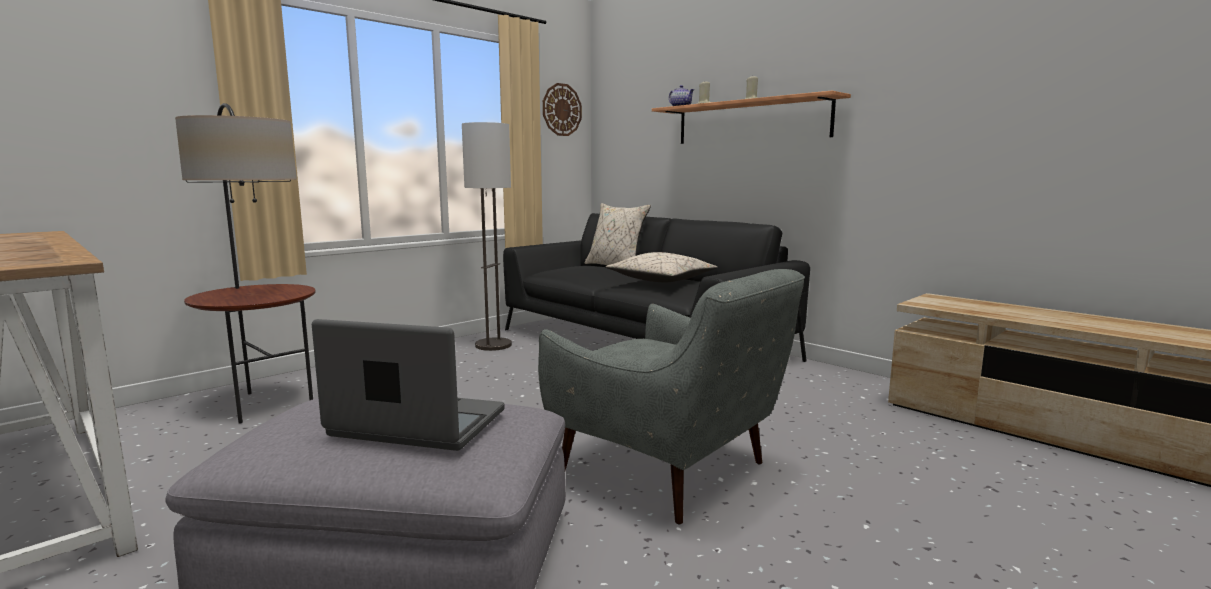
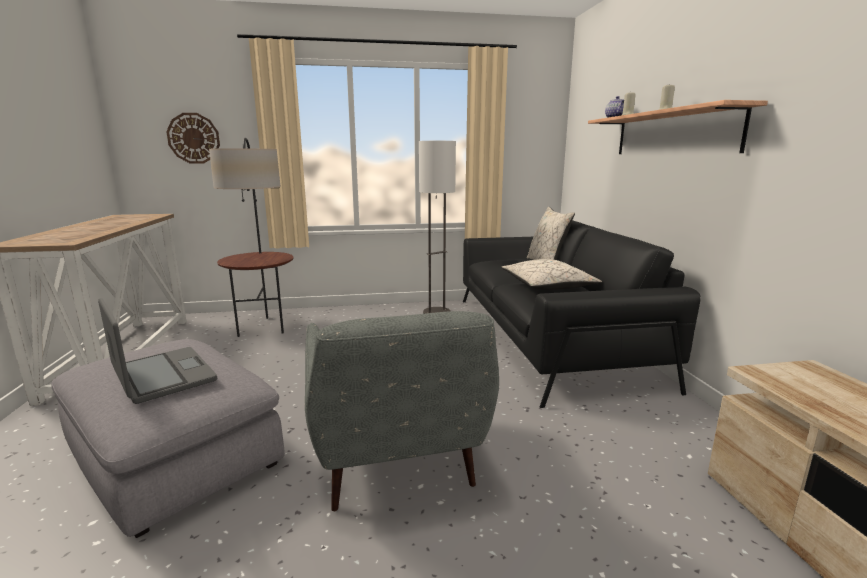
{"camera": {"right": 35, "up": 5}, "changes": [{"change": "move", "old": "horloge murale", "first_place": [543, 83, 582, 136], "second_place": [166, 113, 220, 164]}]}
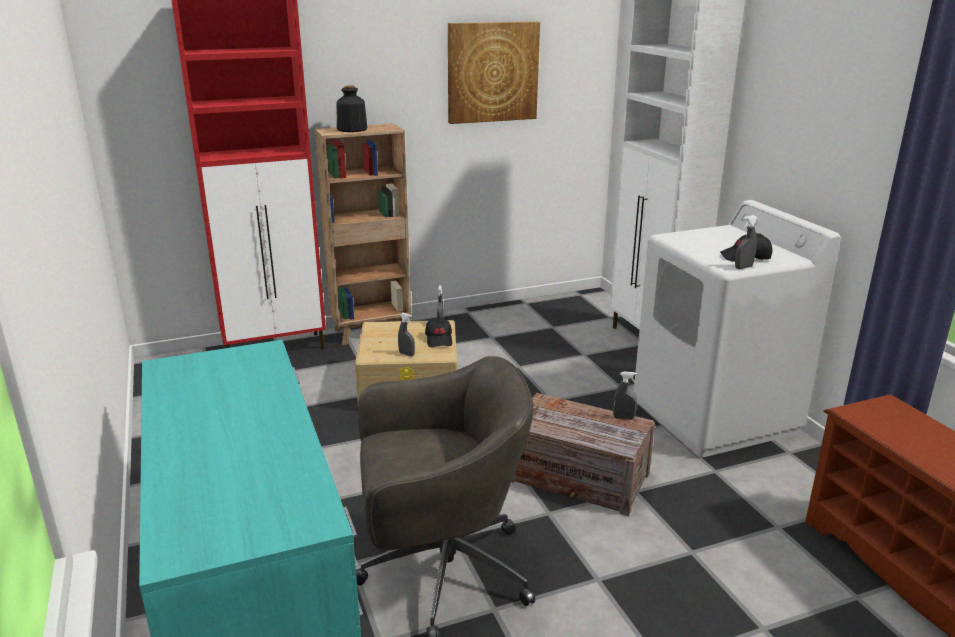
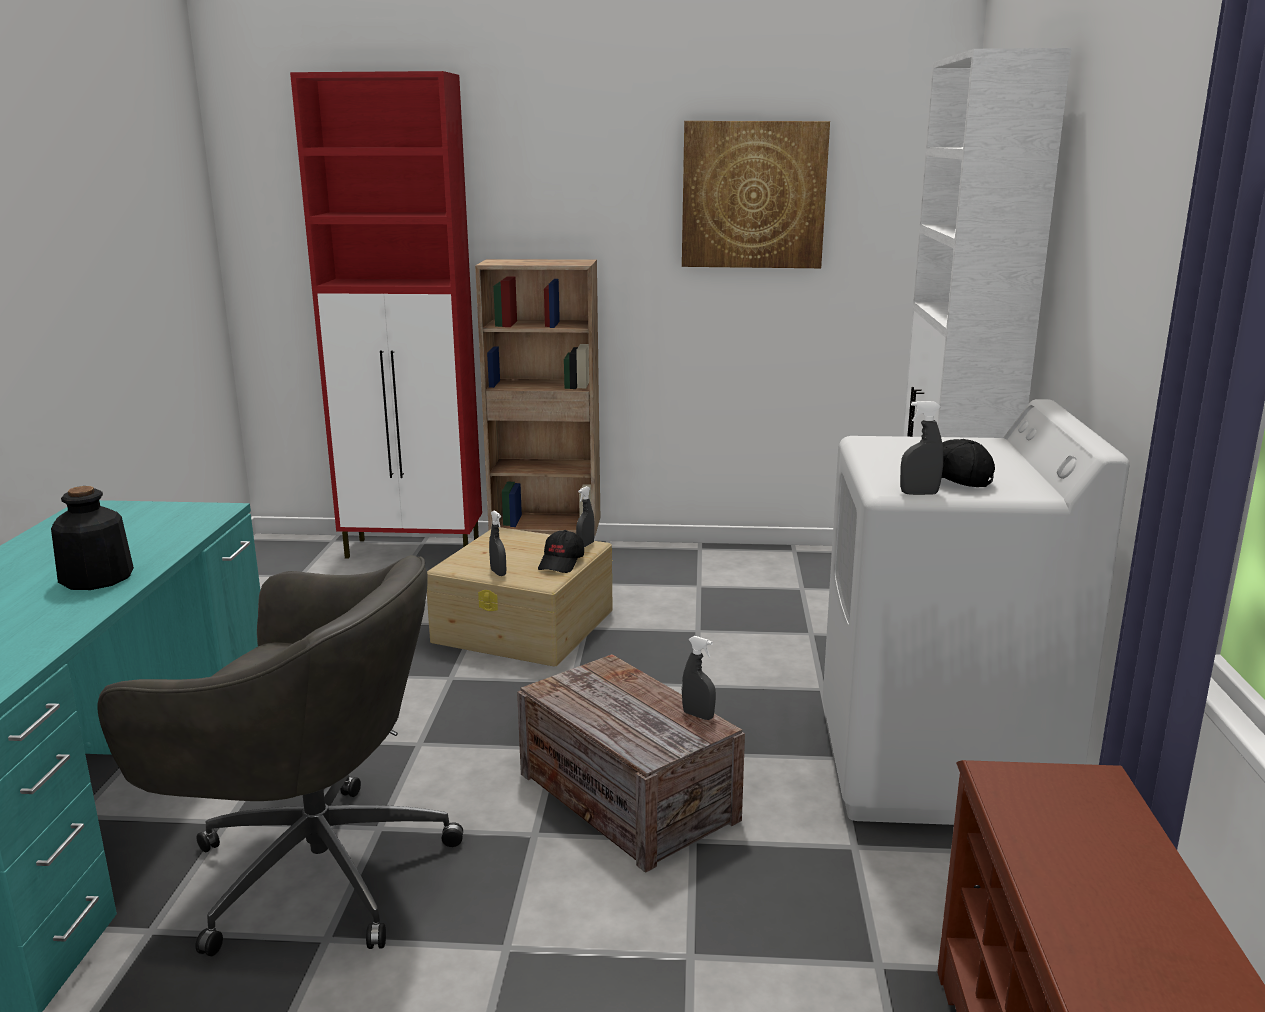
{"camera": {"right": 25, "up": -5}, "changes": [{"change": "move", "old": "bouteille", "first_place": [336, 86, 367, 132], "second_place": [51, 486, 134, 590]}]}
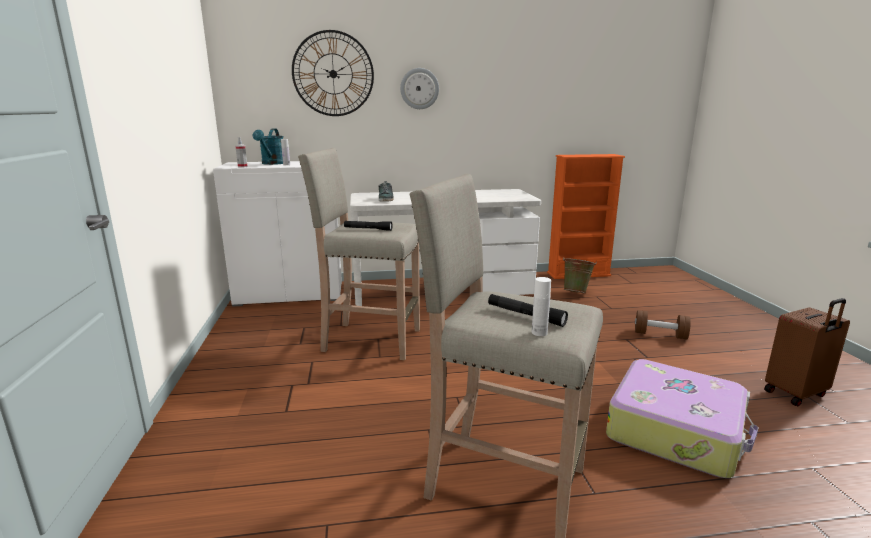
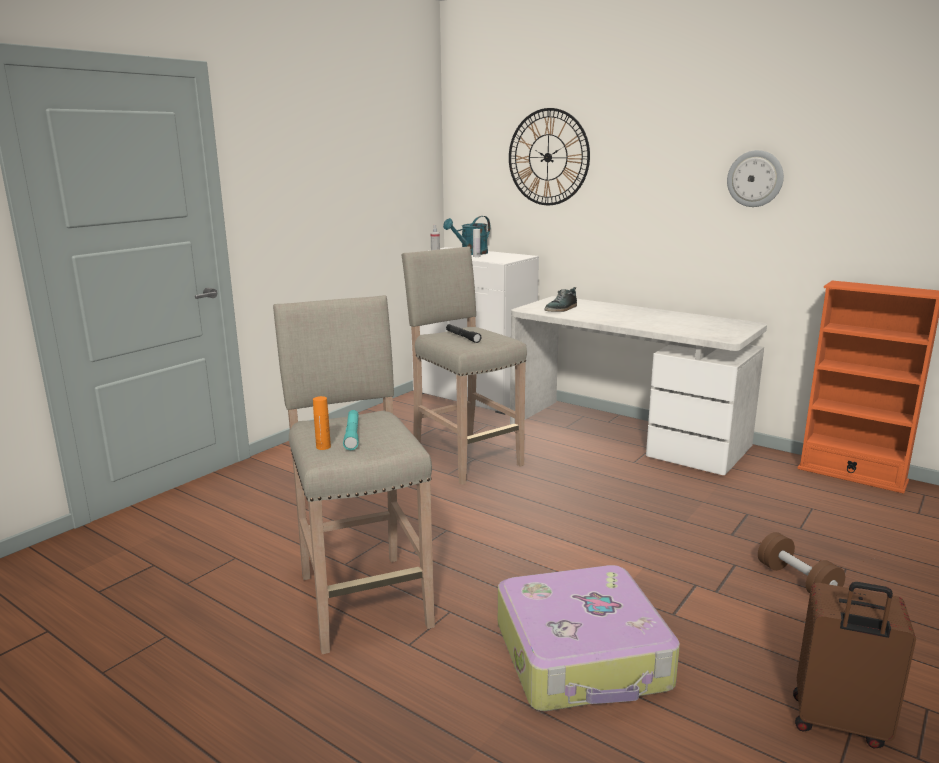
{"camera": {"right": 45, "up": 0}, "changes": [{"change": "recolor", "old": "bouteille [blanc]", "new": "bouteille [orange]", "first_place": [532, 277, 551, 336], "second_place": [313, 396, 331, 450]}, {"change": "recolor", "old": "lampe de poche [noir]", "new": "lampe de poche [turquoise]", "first_place": [488, 294, 568, 327], "second_place": [343, 410, 359, 450]}, {"change": "move", "old": "horloge murale", "first_place": [400, 68, 439, 109], "second_place": [727, 150, 784, 207]}, {"change": "delete", "old": "seau [vert]", "first_place": [563, 258, 597, 293]}]}
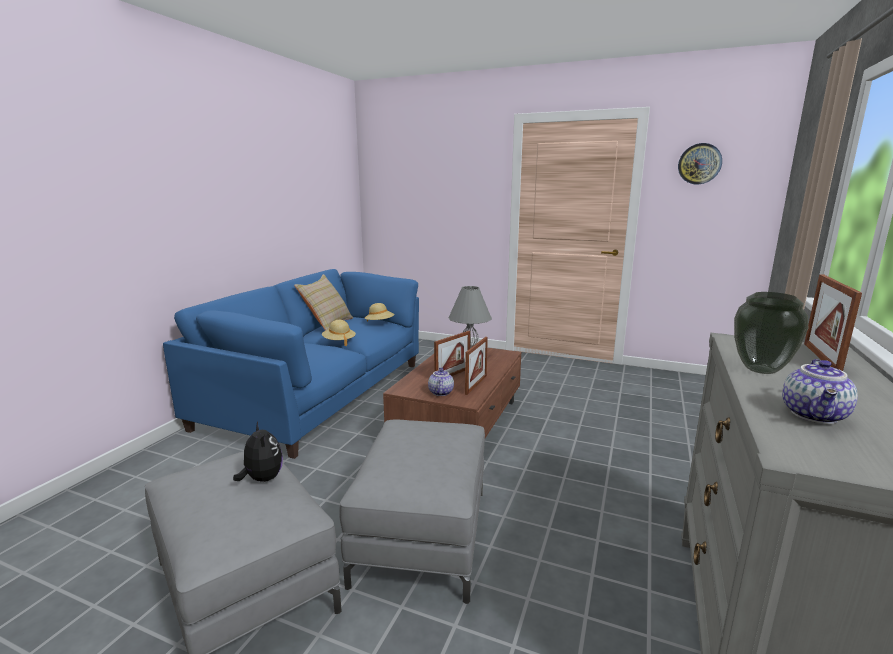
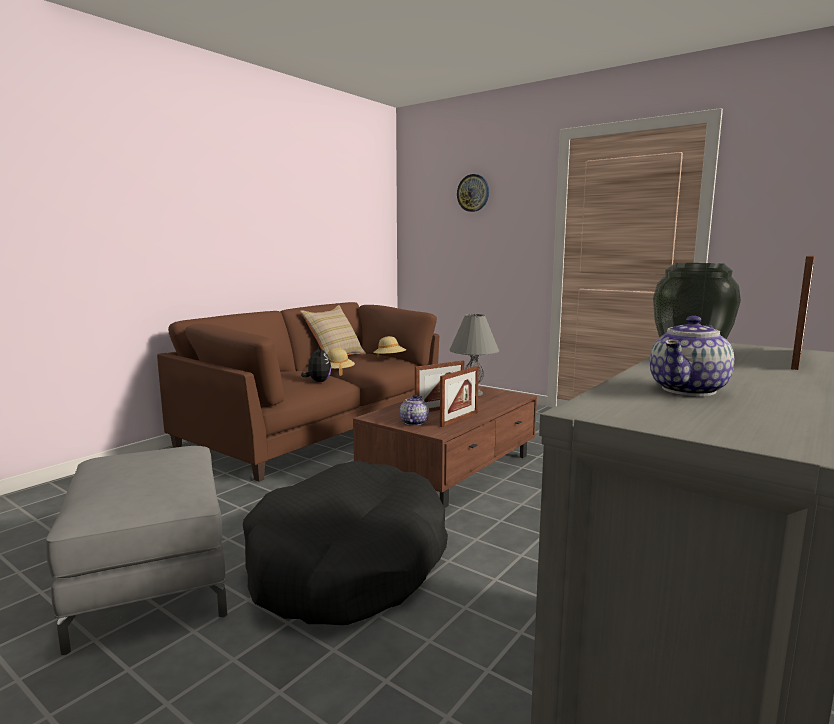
{"camera": {"right": 15, "up": -5}, "changes": [{"change": "recolor", "old": "canapé [bleu]", "new": "canapé [marron]", "first_place": [163, 269, 419, 459], "second_place": [157, 302, 439, 482]}, {"change": "replace", "old": "pouf [gris]", "new": "panier pour chien [noir]", "first_place": [339, 419, 485, 604], "second_place": [243, 461, 448, 625]}, {"change": "move", "old": "peluche", "first_place": [233, 422, 283, 482], "second_place": [301, 346, 331, 382]}, {"change": "move", "old": "horloge murale", "first_place": [678, 143, 722, 184], "second_place": [457, 174, 489, 212]}]}
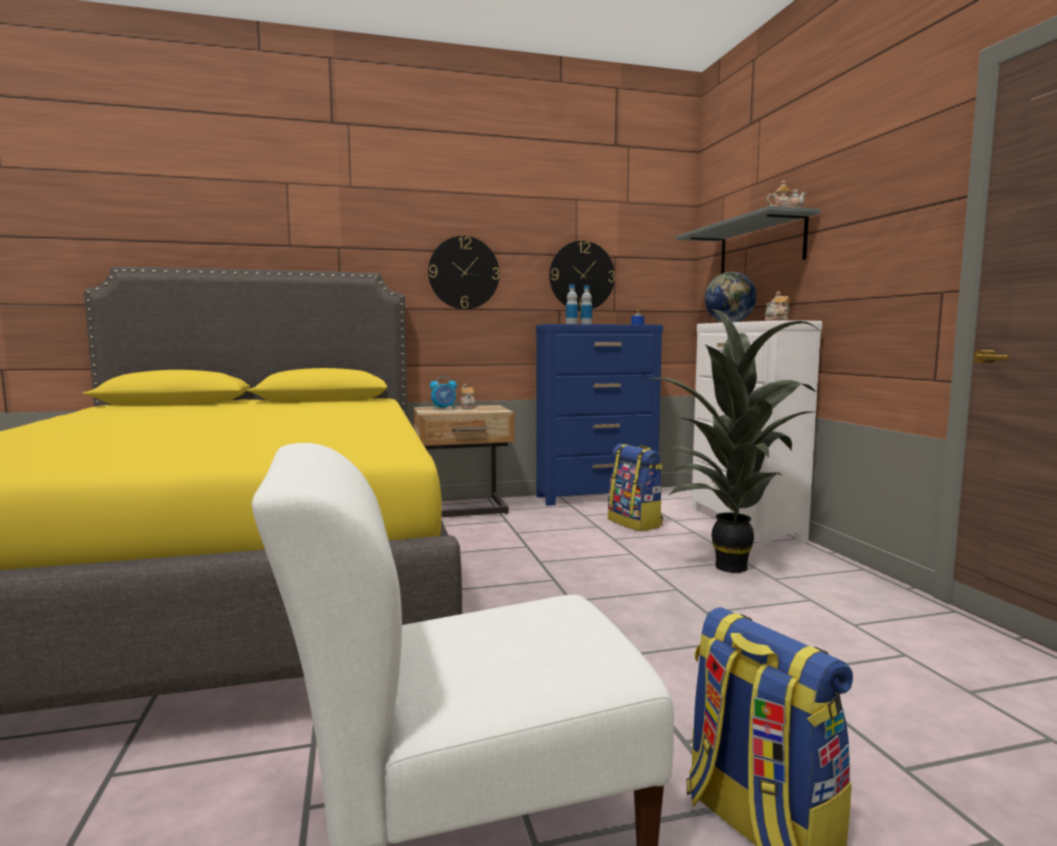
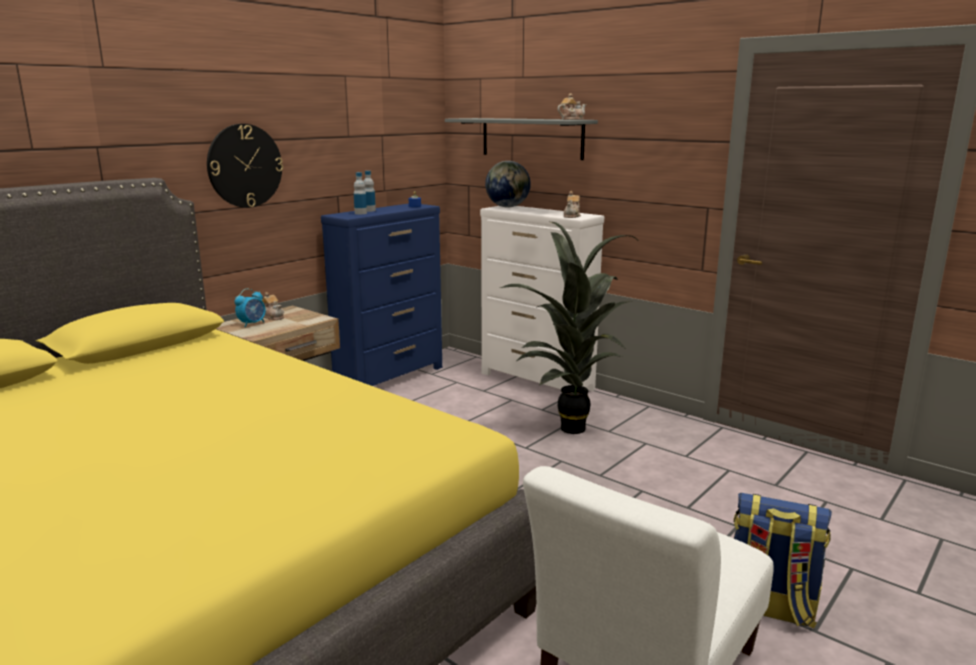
{"camera": {"right": -35, "up": 10}, "changes": [{"change": "delete", "old": "horloge murale", "first_place": [549, 241, 615, 311]}, {"change": "delete", "old": "sac à dos", "first_place": [608, 444, 663, 531]}]}
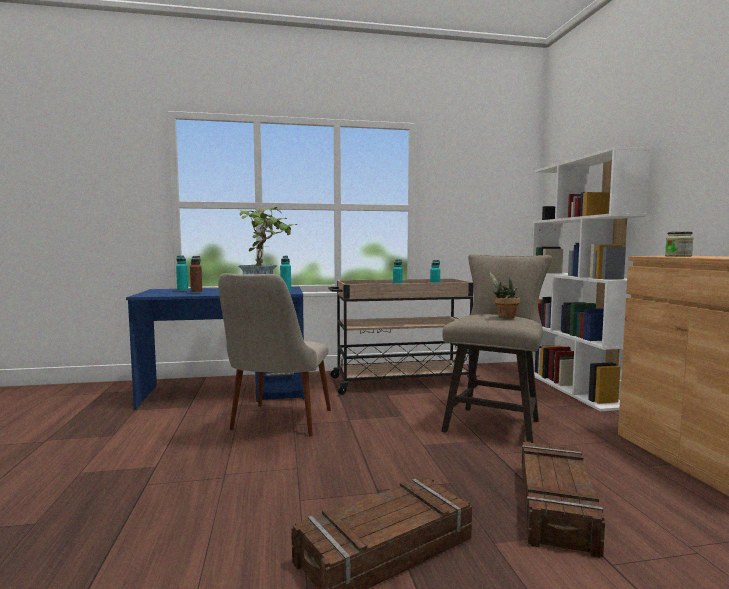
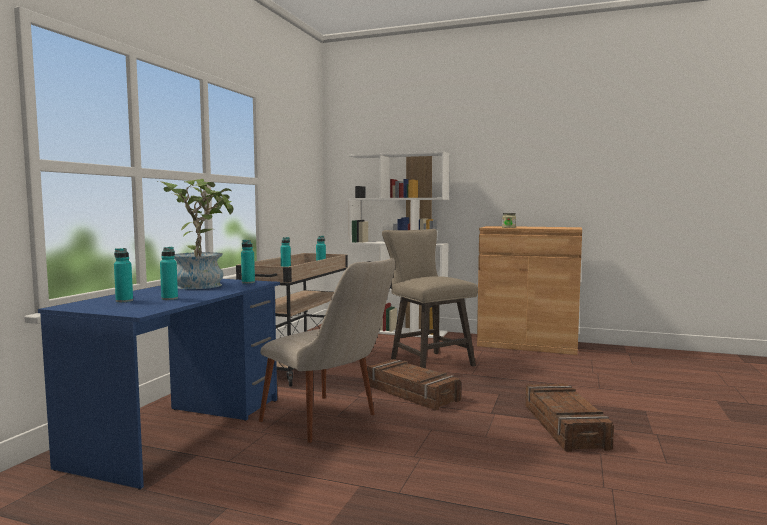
{"camera": {"right": -60, "up": 0}, "changes": [{"change": "recolor", "old": "bouteille [marron]", "new": "bouteille [turquoise]", "first_place": [190, 256, 202, 293], "second_place": [160, 247, 178, 300]}, {"change": "move", "old": "caisse", "first_place": [522, 441, 605, 558], "second_place": [367, 359, 461, 411]}, {"change": "delete", "old": "plante en pot", "first_place": [489, 271, 520, 319]}]}
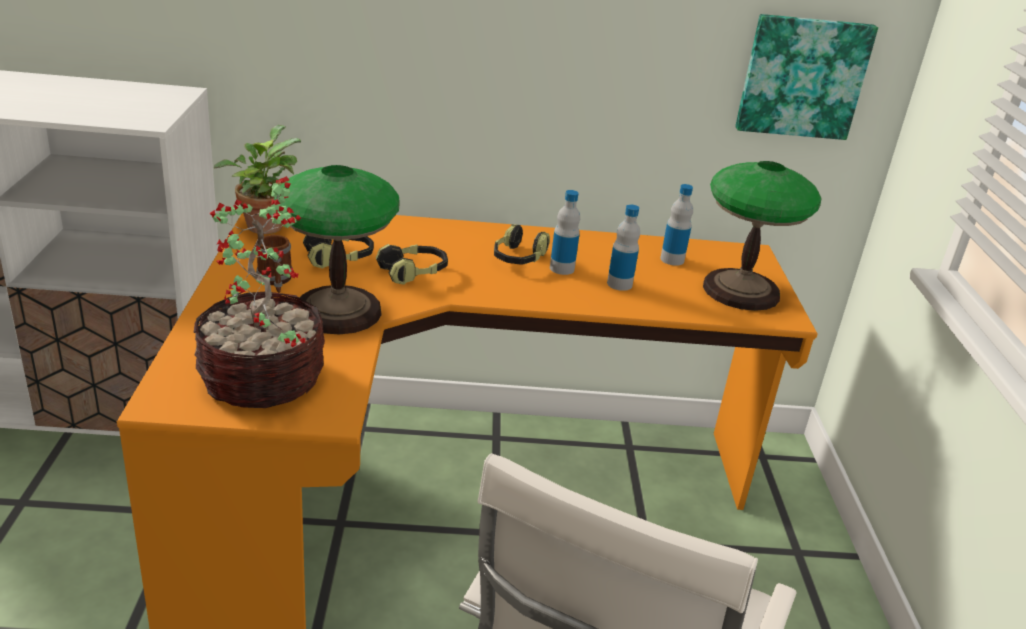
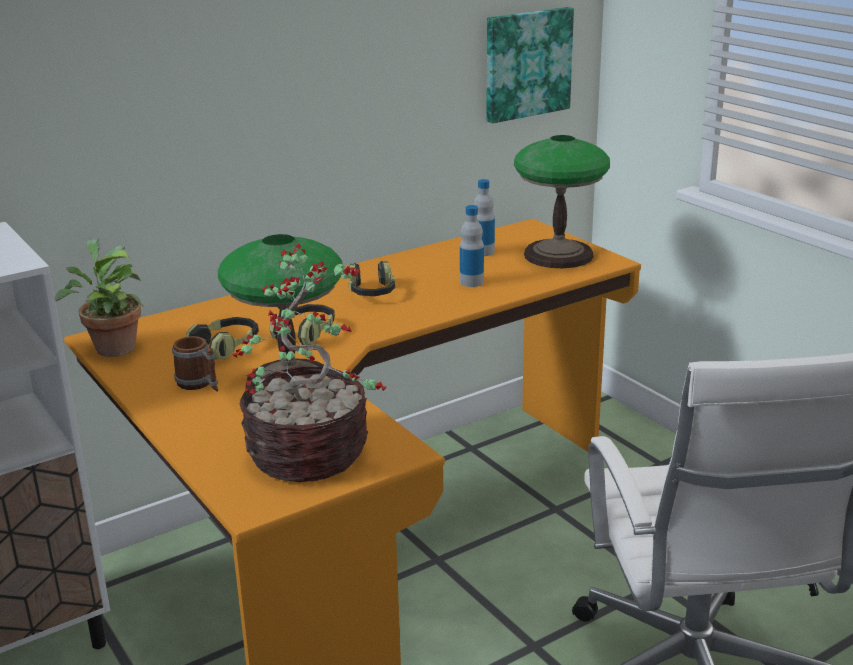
{"camera": {"right": -30, "up": -5}, "changes": [{"change": "delete", "old": "bouteille", "first_place": [550, 190, 580, 275]}]}
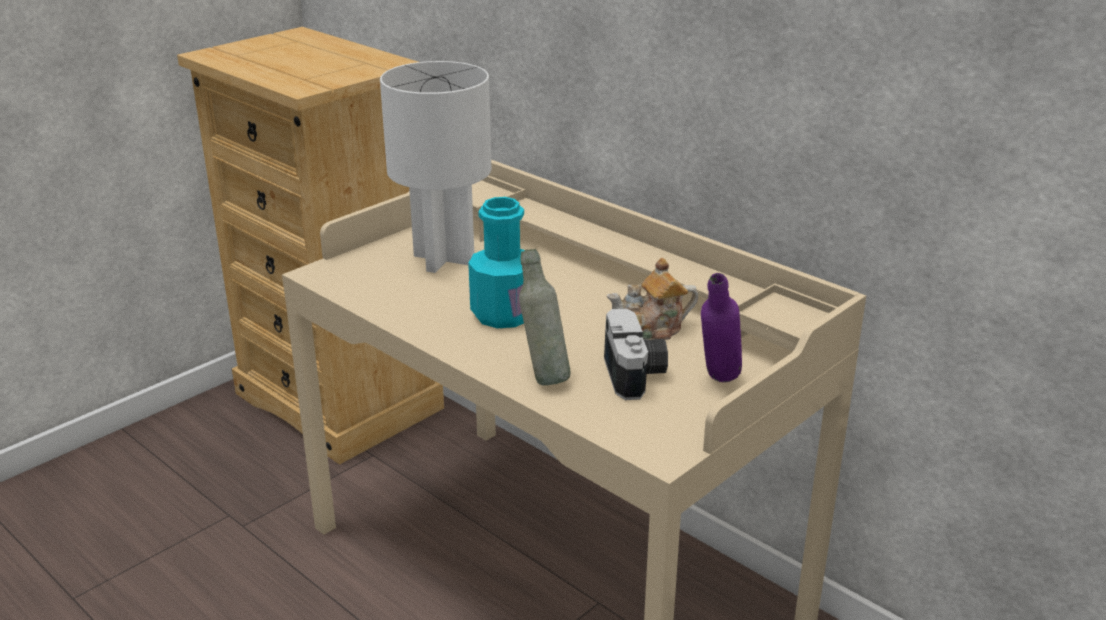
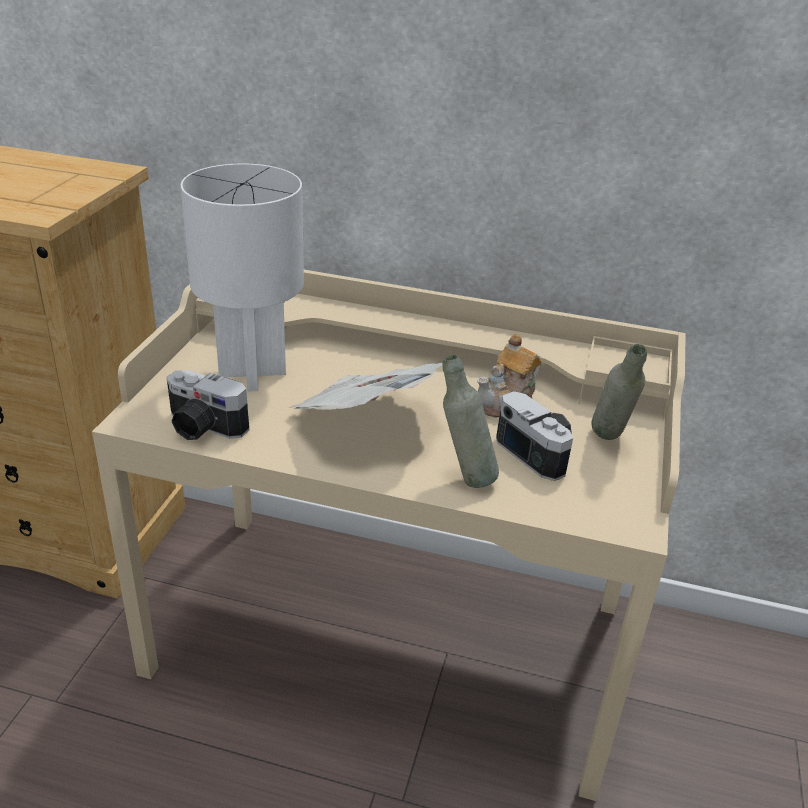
{"camera": {"right": -30, "up": 5}, "changes": [{"change": "insert", "new": "appareil photo", "second_place": [166, 370, 249, 440]}, {"change": "replace", "old": "bouteille [turquoise]", "new": "journal", "first_place": [468, 197, 524, 328], "second_place": [288, 363, 443, 410]}, {"change": "recolor", "old": "bouteille [violet]", "new": "bouteille [gris]", "first_place": [701, 273, 742, 382], "second_place": [592, 344, 647, 440]}]}
